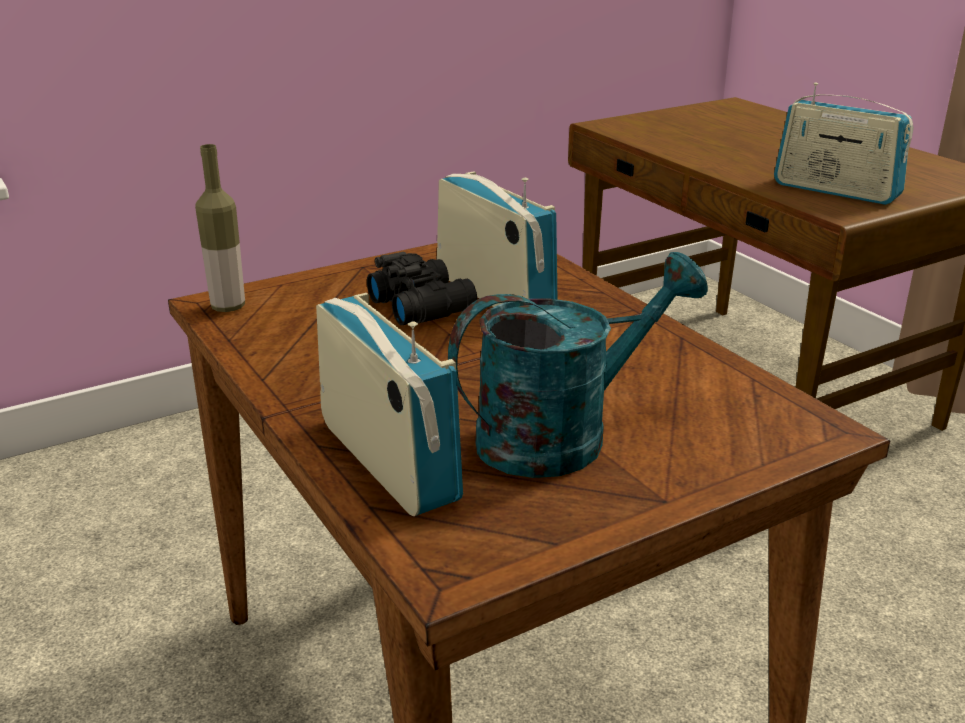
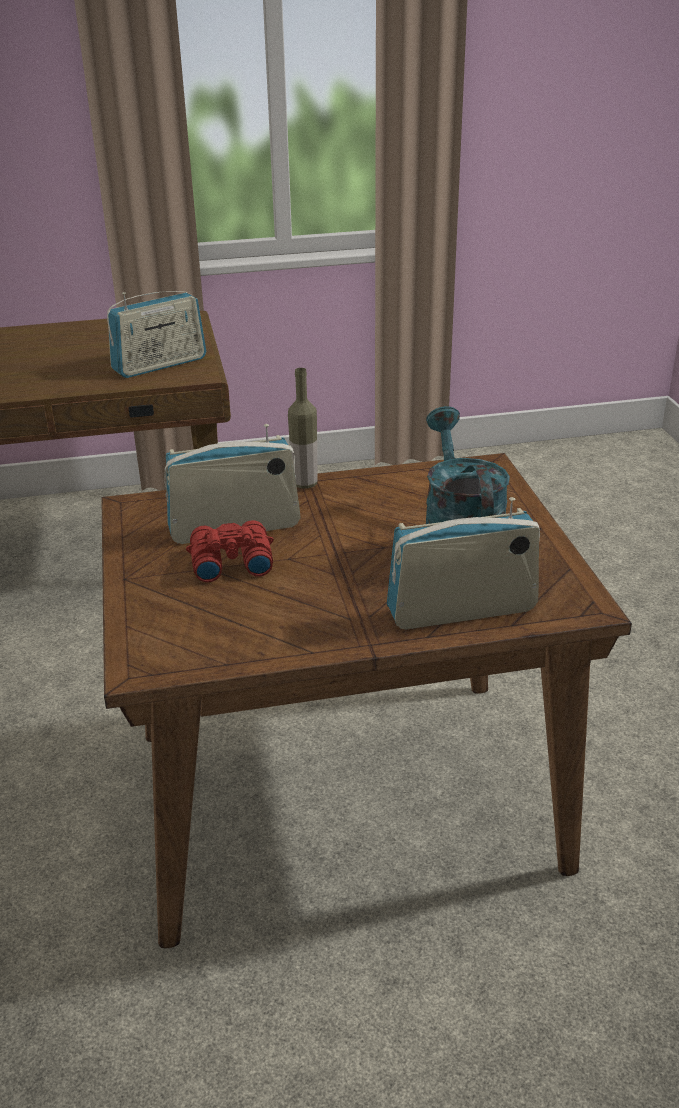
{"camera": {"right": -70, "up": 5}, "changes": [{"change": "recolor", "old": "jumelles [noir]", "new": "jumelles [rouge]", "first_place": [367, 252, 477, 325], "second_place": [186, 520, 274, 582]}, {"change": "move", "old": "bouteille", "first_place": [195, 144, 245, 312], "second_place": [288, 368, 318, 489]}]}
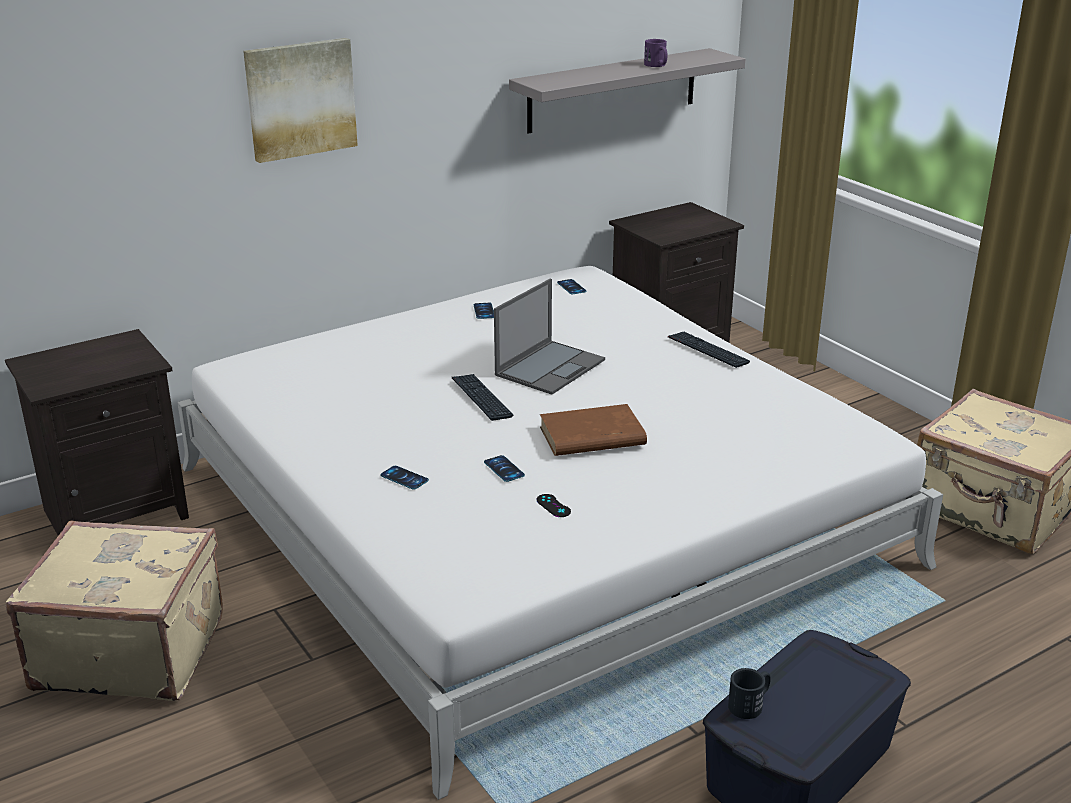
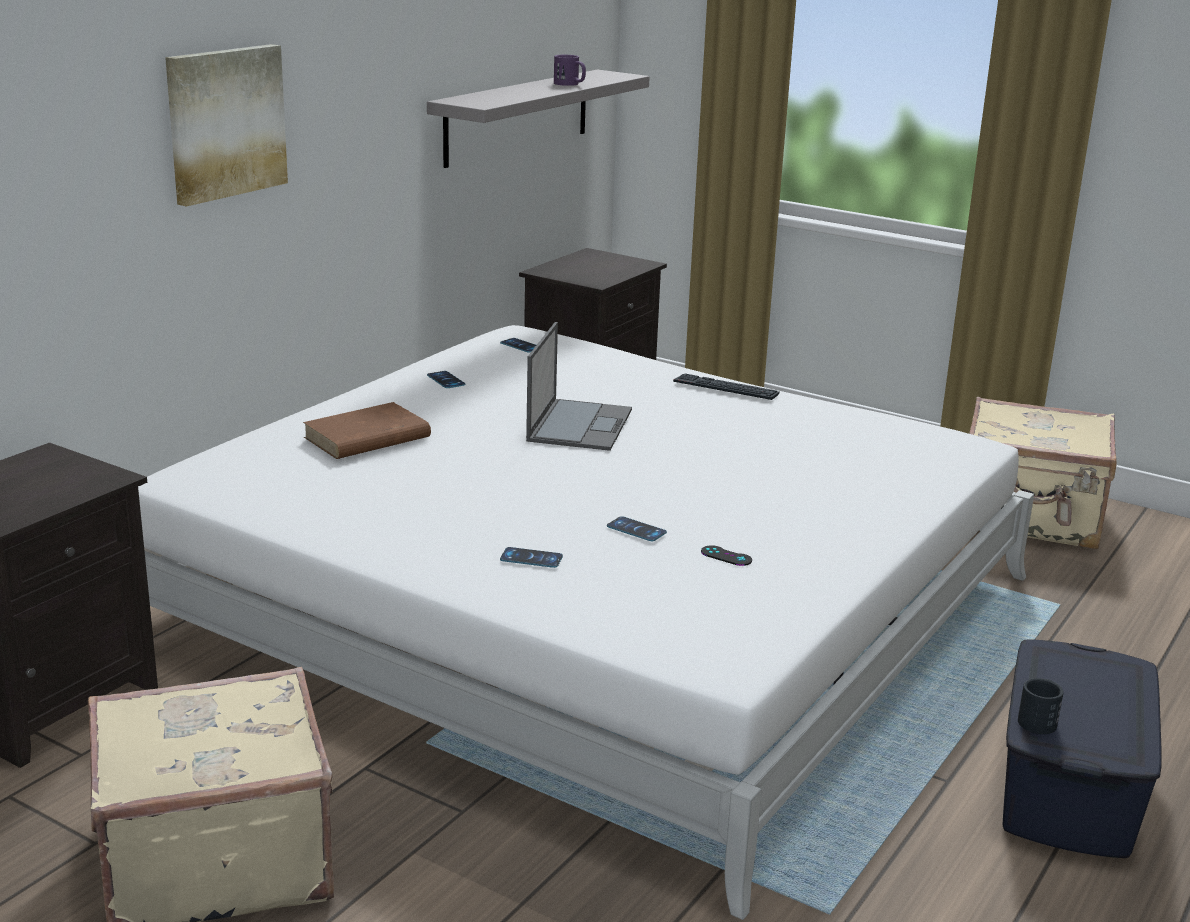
{"camera": {"right": -25, "up": -5}, "changes": [{"change": "move", "old": "livre [marron]", "first_place": [540, 404, 647, 456], "second_place": [303, 402, 431, 459]}, {"change": "delete", "old": "clavier", "first_place": [452, 374, 513, 421]}]}
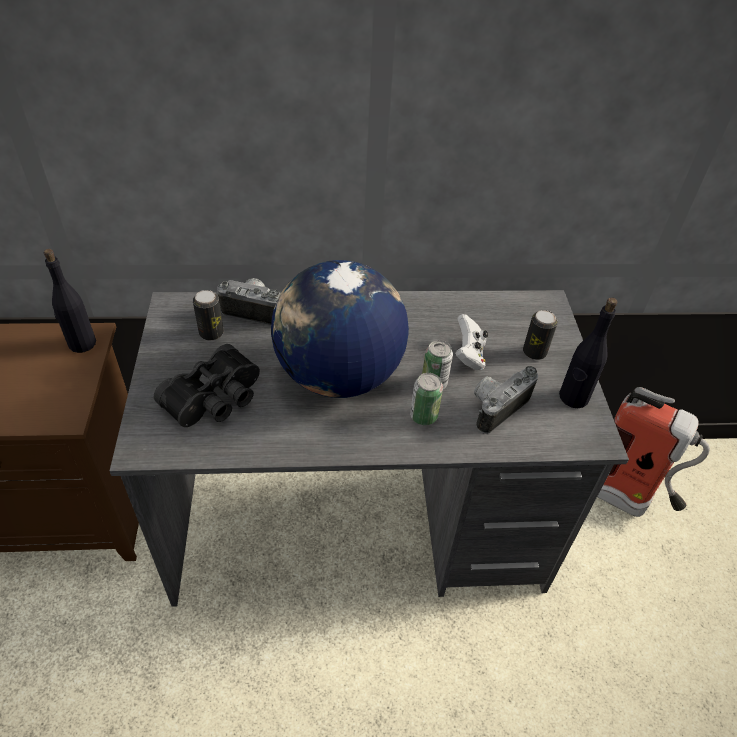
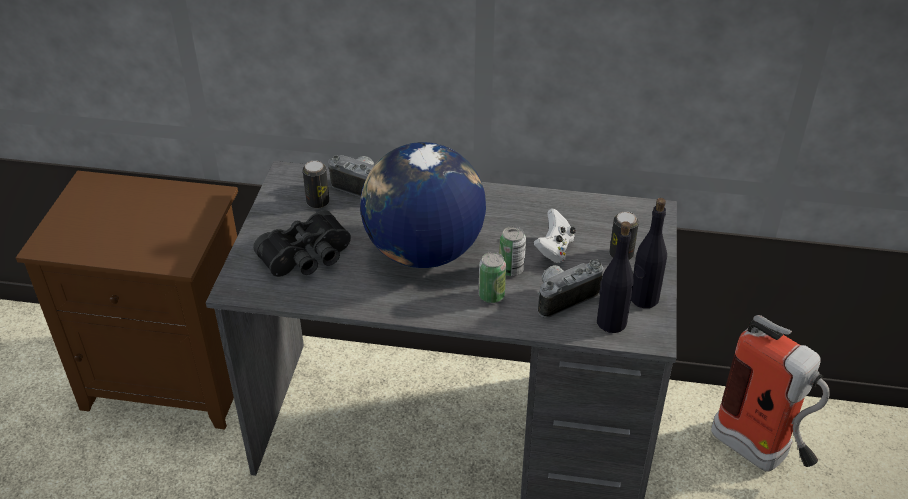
{"camera": {"right": 15, "up": -5}, "changes": [{"change": "move", "old": "bouteille [noir]", "first_place": [44, 249, 96, 353], "second_place": [597, 221, 634, 333]}]}
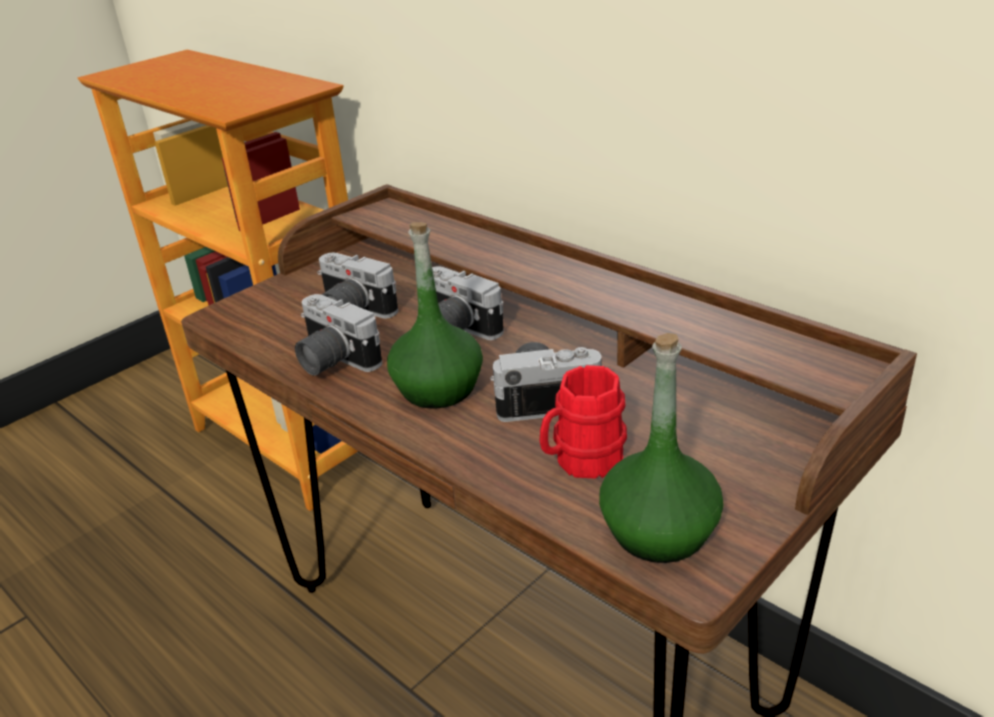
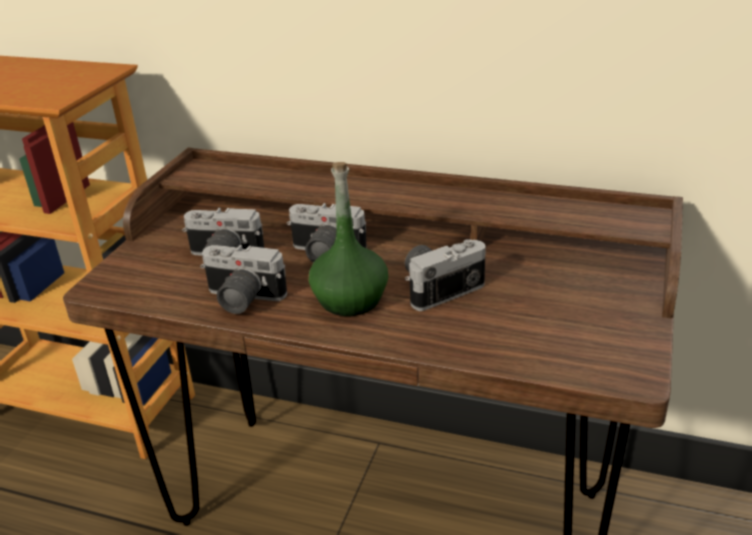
{"camera": {"right": -25, "up": 0}, "changes": [{"change": "delete", "old": "mug [rouge]", "first_place": [540, 365, 627, 479]}, {"change": "delete", "old": "bouteille [vert]", "first_place": [599, 333, 724, 563]}]}
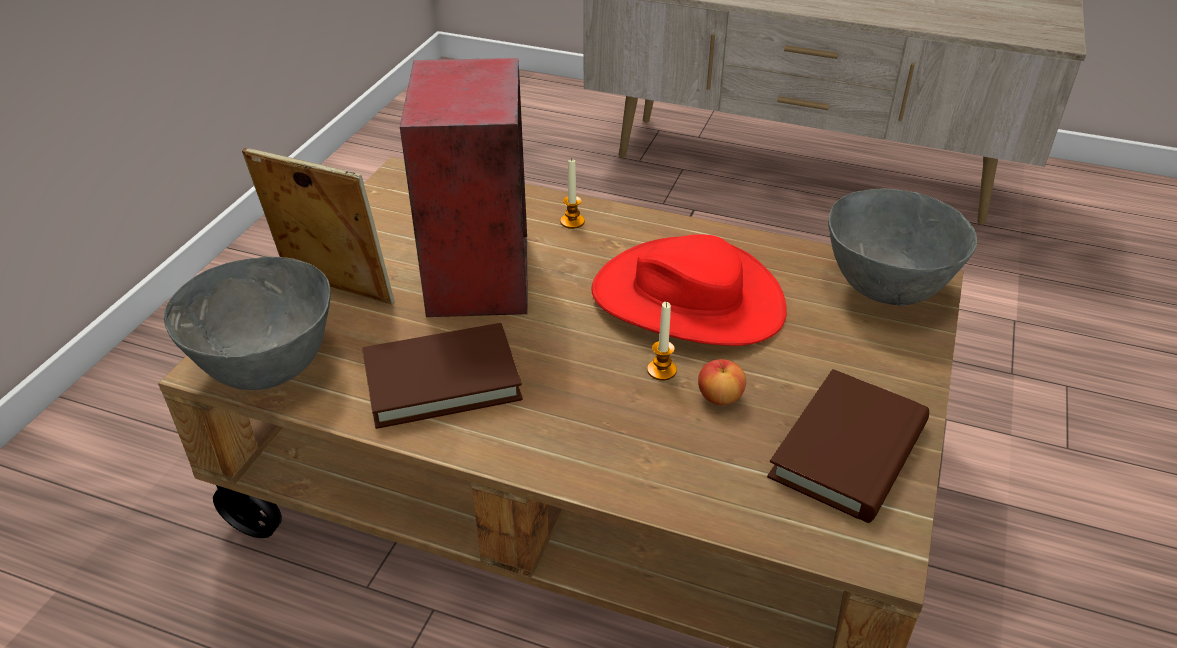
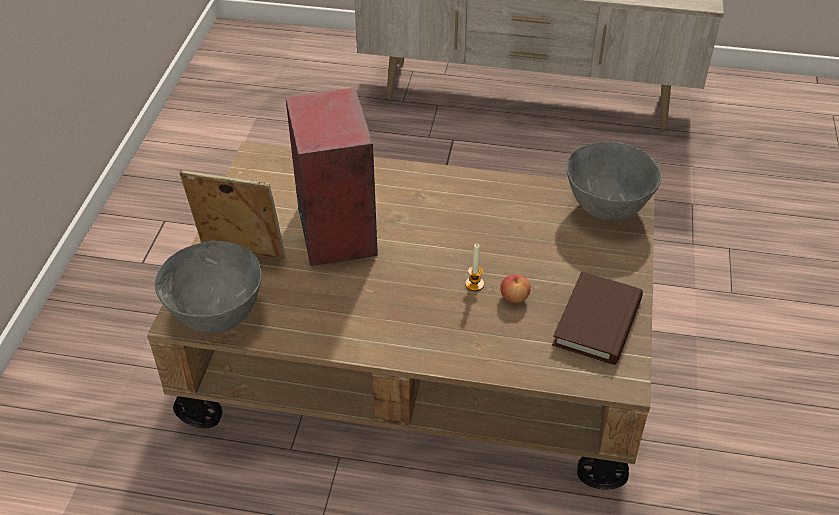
{"camera": {"right": -10, "up": 5}, "changes": [{"change": "delete", "old": "livre [marron]", "first_place": [362, 323, 523, 429]}, {"change": "delete", "old": "bougie", "first_place": [560, 158, 585, 229]}, {"change": "delete", "old": "chapeau [rouge]", "first_place": [591, 235, 787, 346]}]}
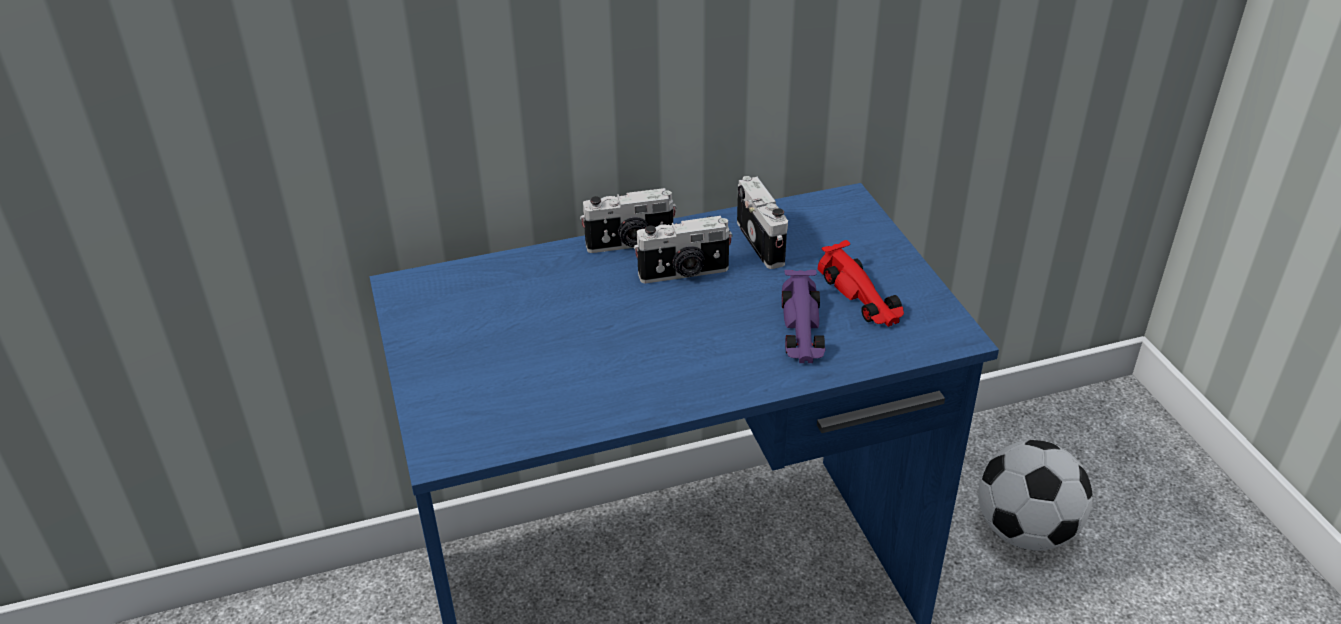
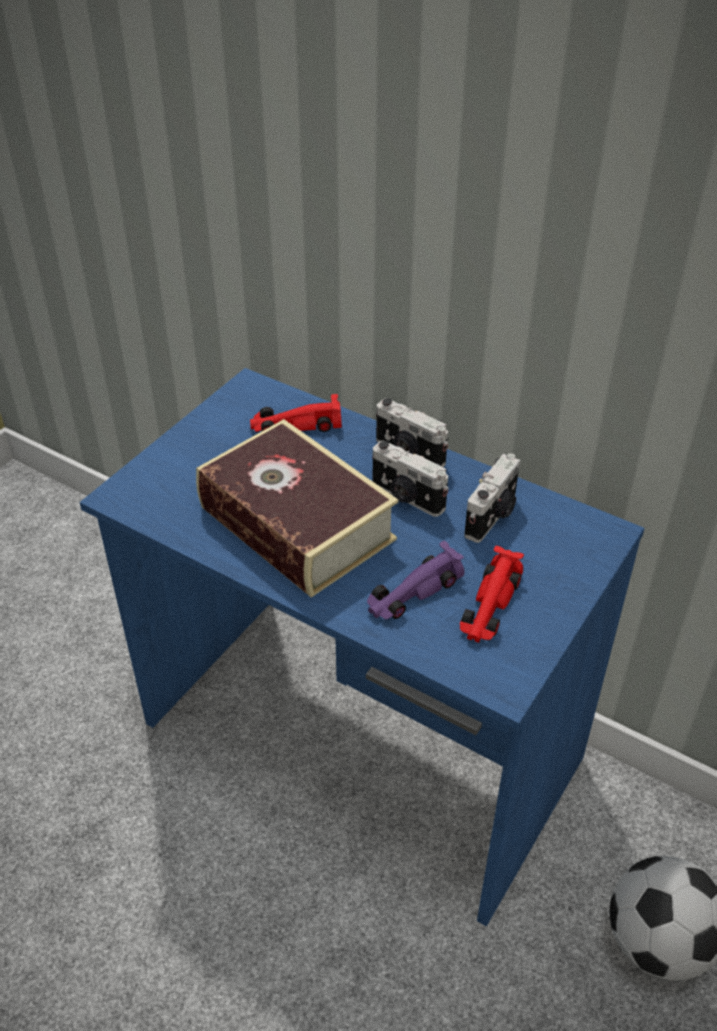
{"camera": {"right": 50, "up": 5}, "changes": [{"change": "insert", "new": "livre", "second_place": [196, 419, 398, 597]}, {"change": "insert", "new": "petite voiture [rouge]", "second_place": [250, 394, 342, 432]}]}
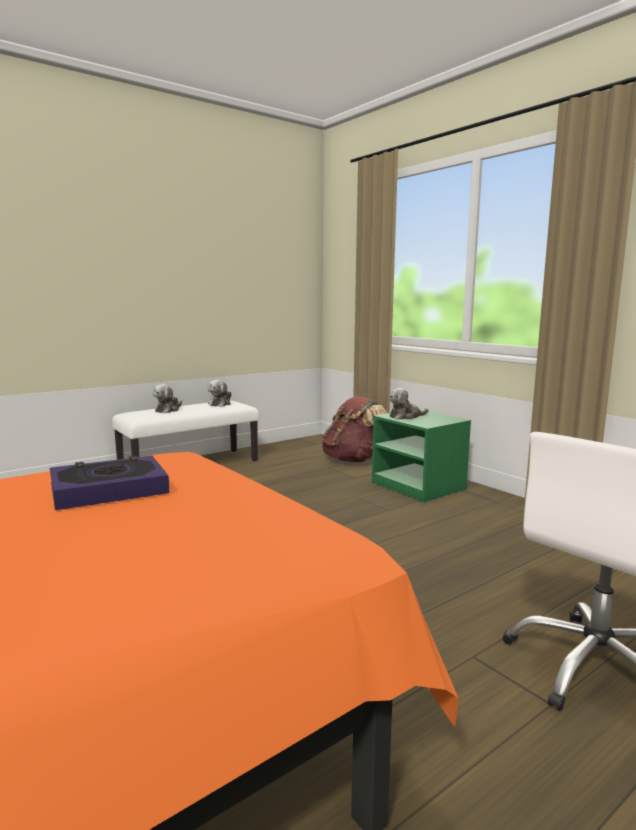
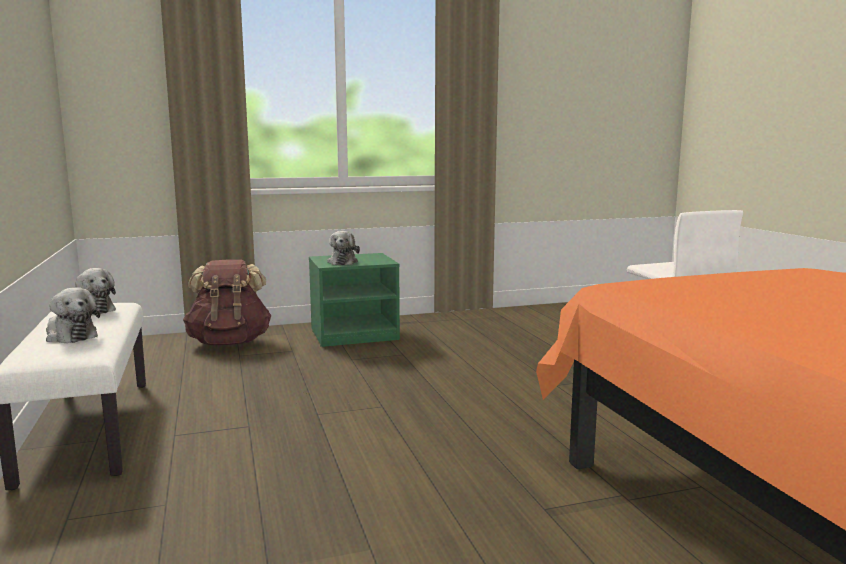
{"camera": {"right": -70, "up": 0}, "changes": [{"change": "delete", "old": "livre", "first_place": [50, 456, 169, 510]}]}
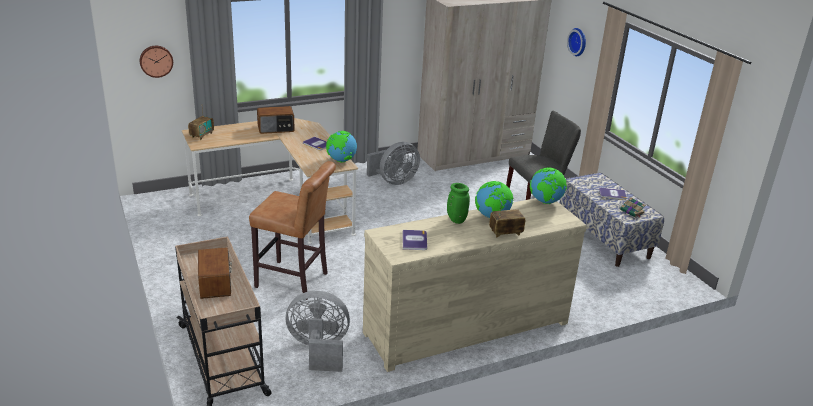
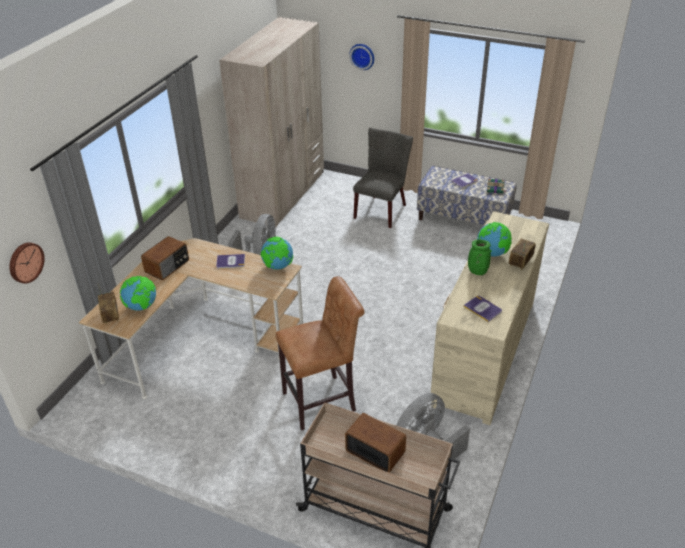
{"camera": {"right": -40, "up": 10}, "changes": [{"change": "move", "old": "globe", "first_place": [530, 168, 567, 204], "second_place": [120, 276, 156, 311]}]}
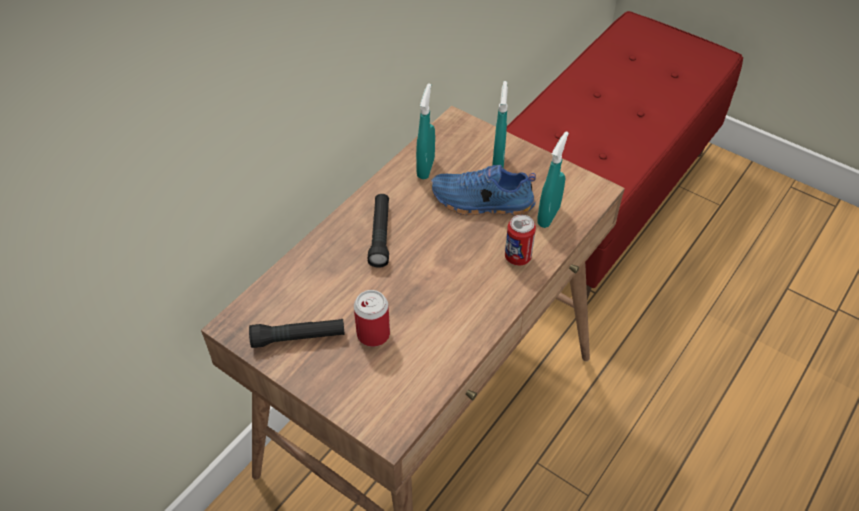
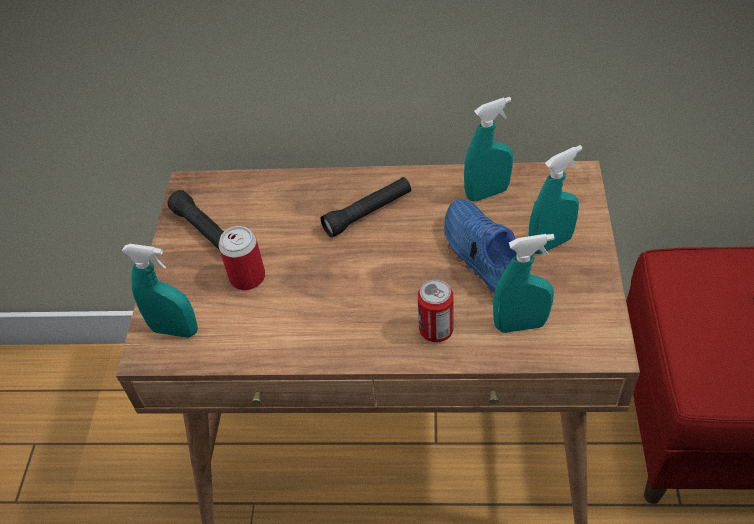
{"camera": {"right": 60, "up": 0}, "changes": [{"change": "insert", "new": "vaporisateur [turquoise]", "second_place": [122, 244, 198, 338]}]}
